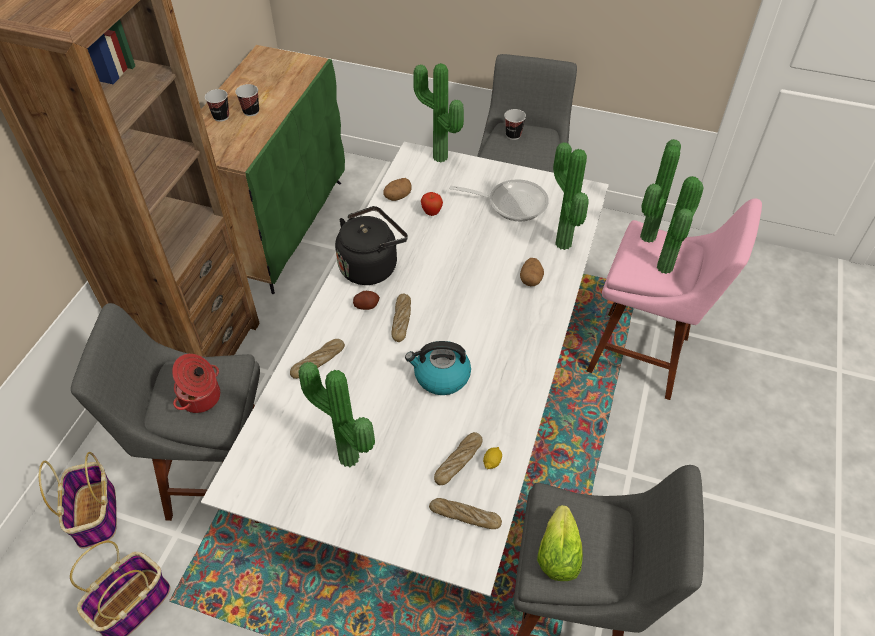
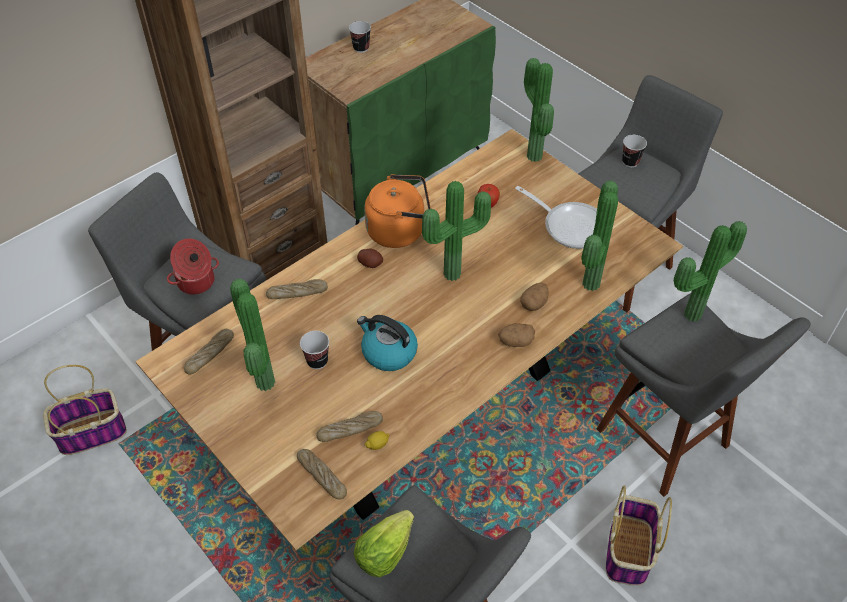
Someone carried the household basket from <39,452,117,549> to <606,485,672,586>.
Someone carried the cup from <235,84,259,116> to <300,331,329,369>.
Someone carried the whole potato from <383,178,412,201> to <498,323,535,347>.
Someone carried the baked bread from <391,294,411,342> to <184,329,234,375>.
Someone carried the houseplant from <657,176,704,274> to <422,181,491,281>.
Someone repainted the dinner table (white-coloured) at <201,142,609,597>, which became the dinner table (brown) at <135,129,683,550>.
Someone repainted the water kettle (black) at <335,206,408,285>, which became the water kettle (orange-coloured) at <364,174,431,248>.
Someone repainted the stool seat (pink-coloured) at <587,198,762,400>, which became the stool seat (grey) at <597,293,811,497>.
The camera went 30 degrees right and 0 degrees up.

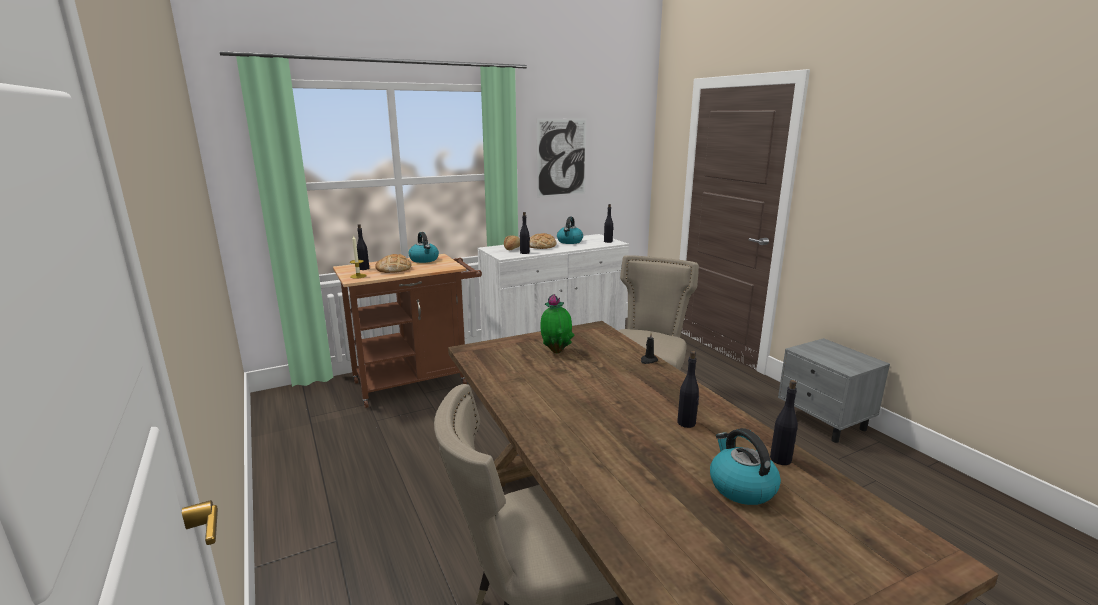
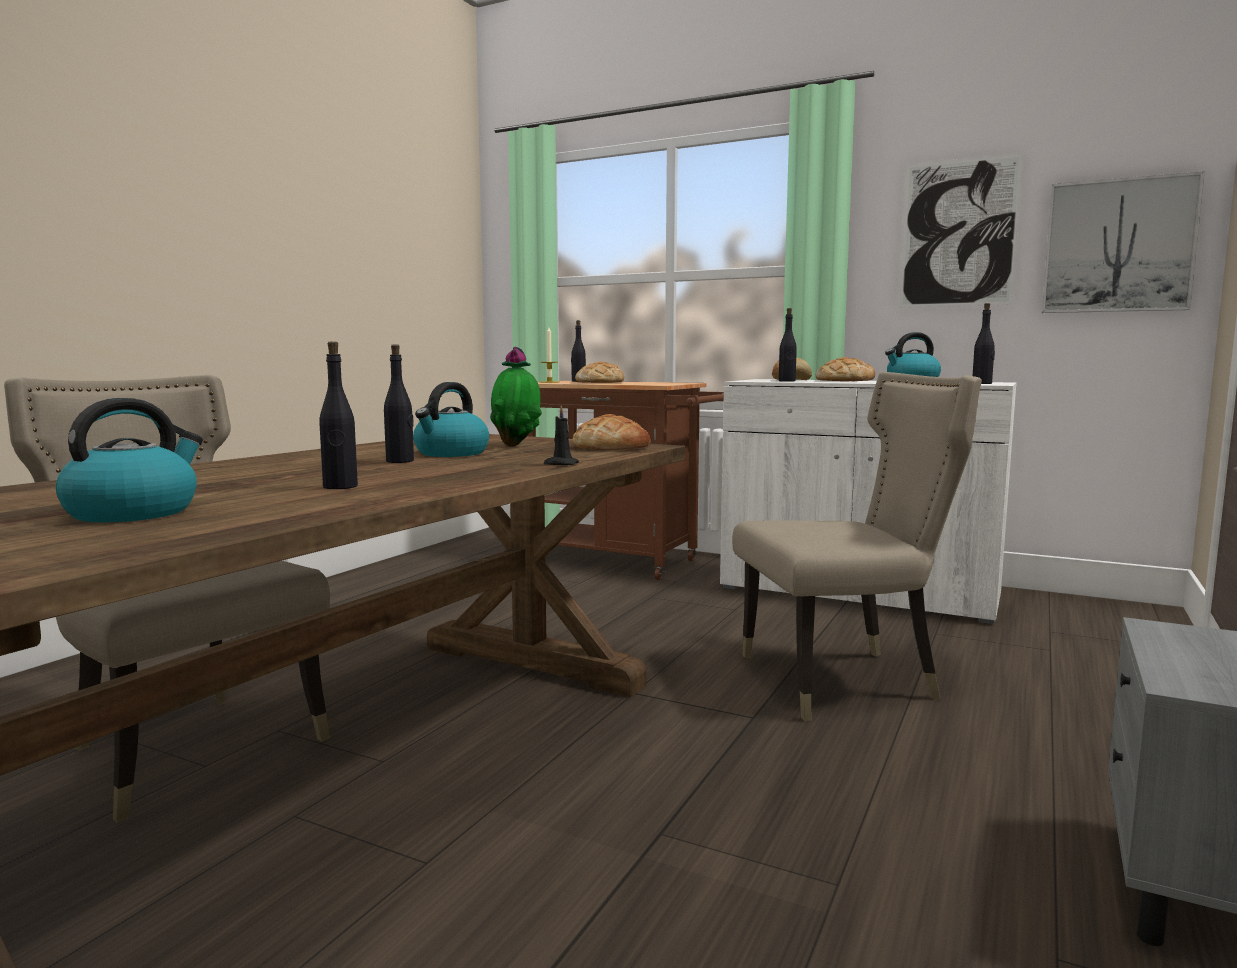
Someone put down the baked bread at <573,414,650,450>.
Someone put up the wall art at <1042,171,1205,313>.
Someone carried the water kettle from <408,232,439,263> to <413,382,489,457>.
Someone carried the drink bottle (black) from <770,380,798,465> to <384,344,414,463>.
The camera went 55 degrees right and 10 degrees down.

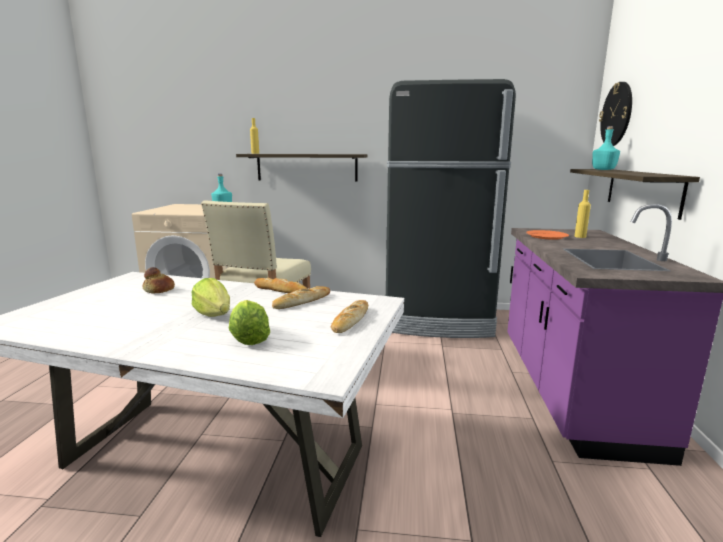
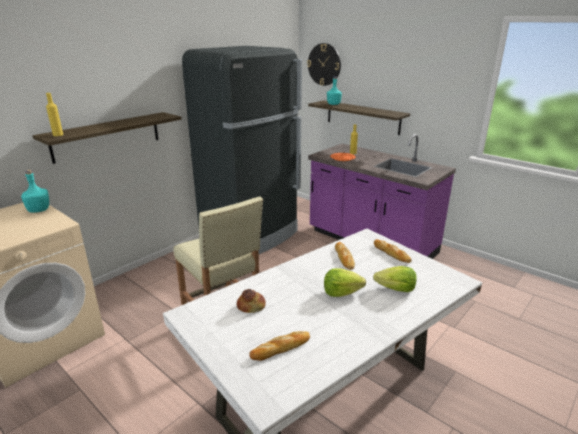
Someone carried the baked bread from <254,277,307,293> to <249,331,310,361>.
The camera went 55 degrees left and 10 degrees up.

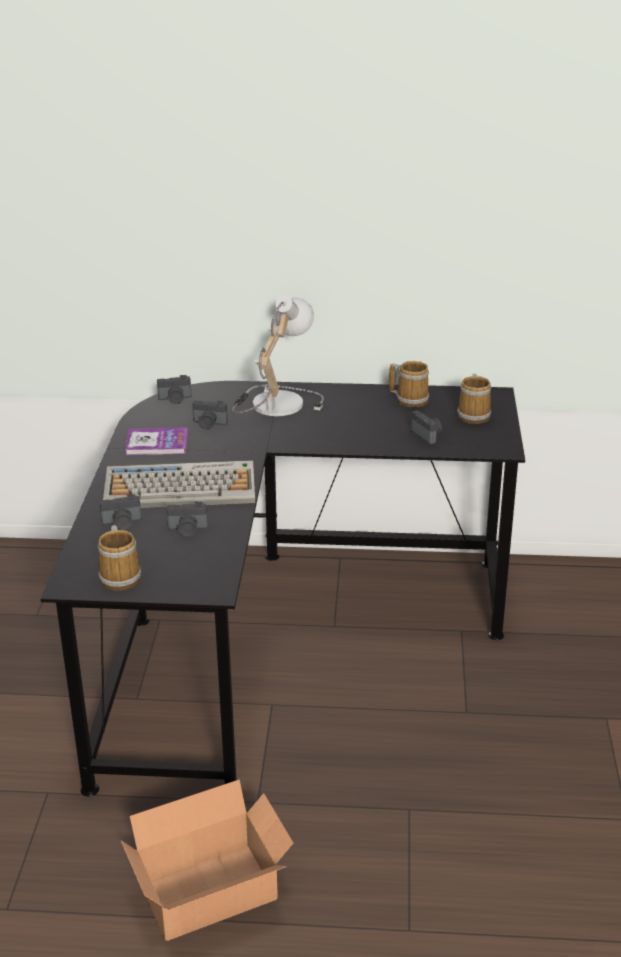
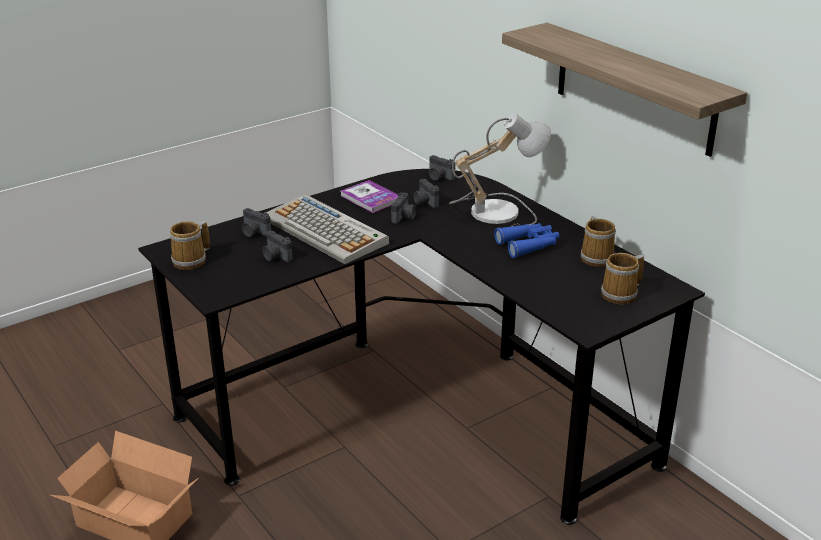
Someone put down the pair of binoculars (blue) at <494,223,560,258>.
Someone put up the bracket shelf at <502,23,747,157>.
Someone carried the still camera from <411,410,442,445> to <391,192,416,224>.
The camera went 50 degrees right and 0 degrees up.

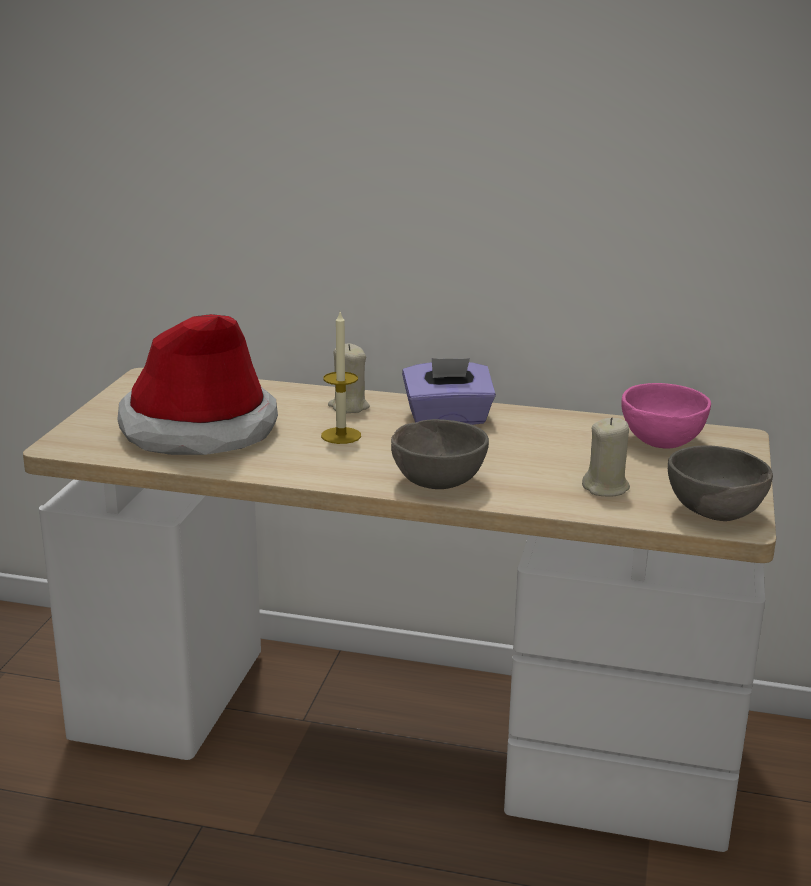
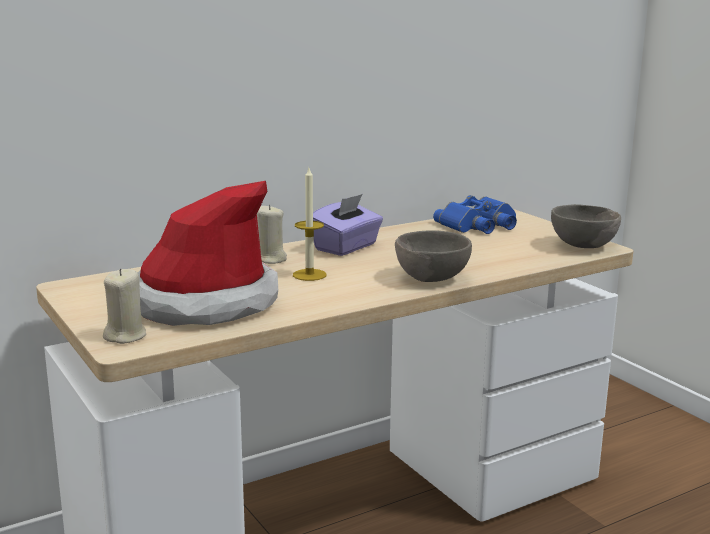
Someone carried the wax candle (beige-coloured) from <582,417,630,497> to <103,269,146,344>.
Someone swapped the bowl (pink-coloured) at <622,383,711,449> for the pair of binoculars (blue) at <433,195,517,234>.
The camera went 45 degrees left and 5 degrees down.

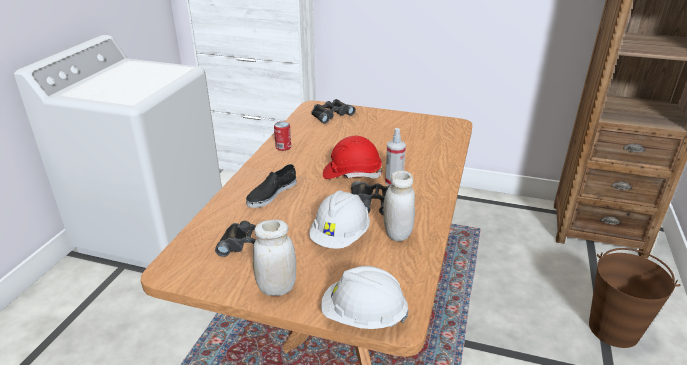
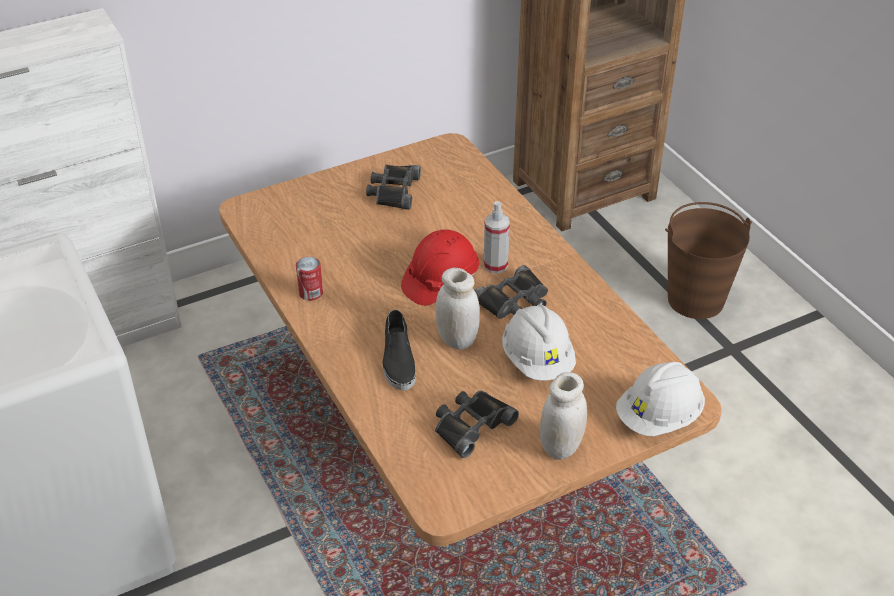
Someone carried the pair of binoculars (black) from <311,99,356,124> to <366,165,421,210>.
Someone carried the jar (white-coloured) from <383,170,415,241> to <436,268,480,350>.
The camera went 45 degrees left and 10 degrees up.

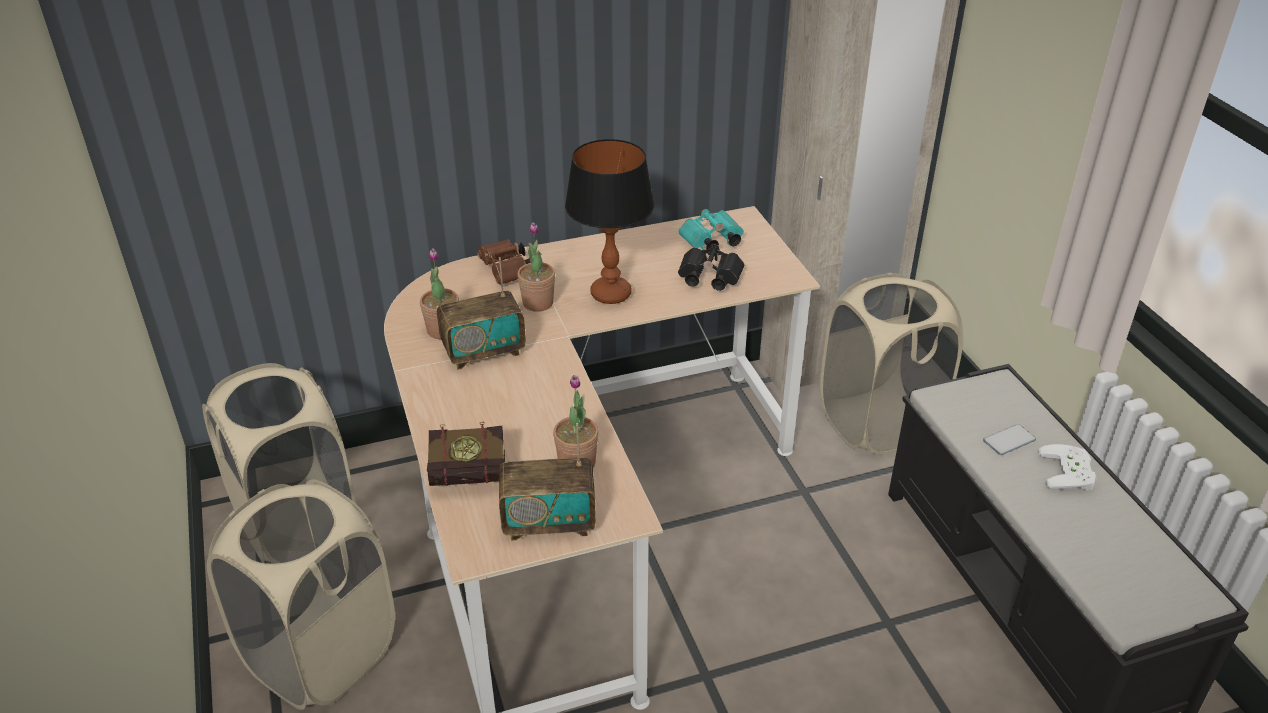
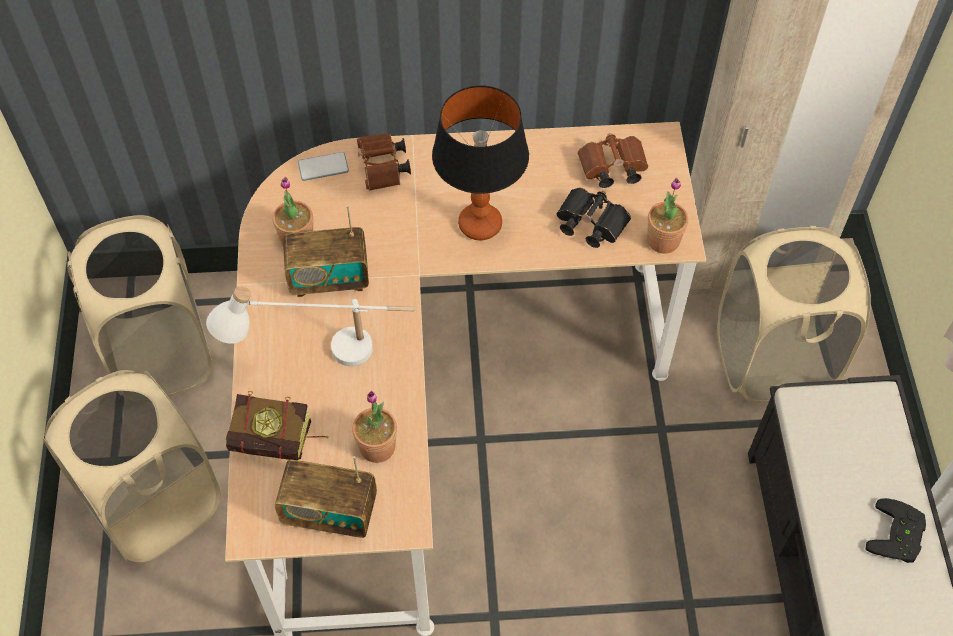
Someone put down the table lamp (white-coloured) at <206,286,415,366>.
Someone carried the houseplant from <517,222,555,312> to <647,178,688,253>.
Someone carried the phone from <983,424,1036,455> to <298,152,349,181>.
Someone repainted the pair of binoculars (turquoise) at <679,209,744,250>, which became the pair of binoculars (brown) at <577,133,648,188>.
Someone repainted the joypad (white-coloured) at <1038,444,1096,491>, which became the joypad (black) at <866,498,926,563>.
The camera went 15 degrees right and 20 degrees up.

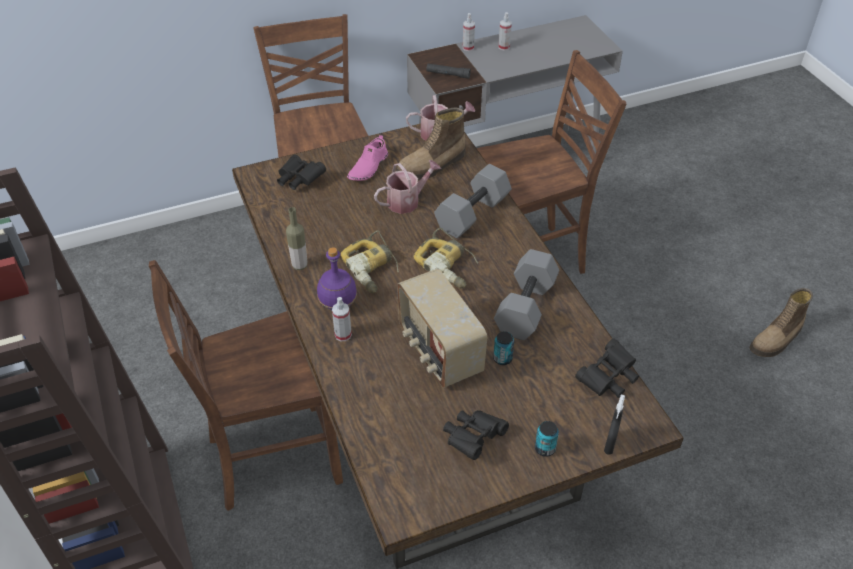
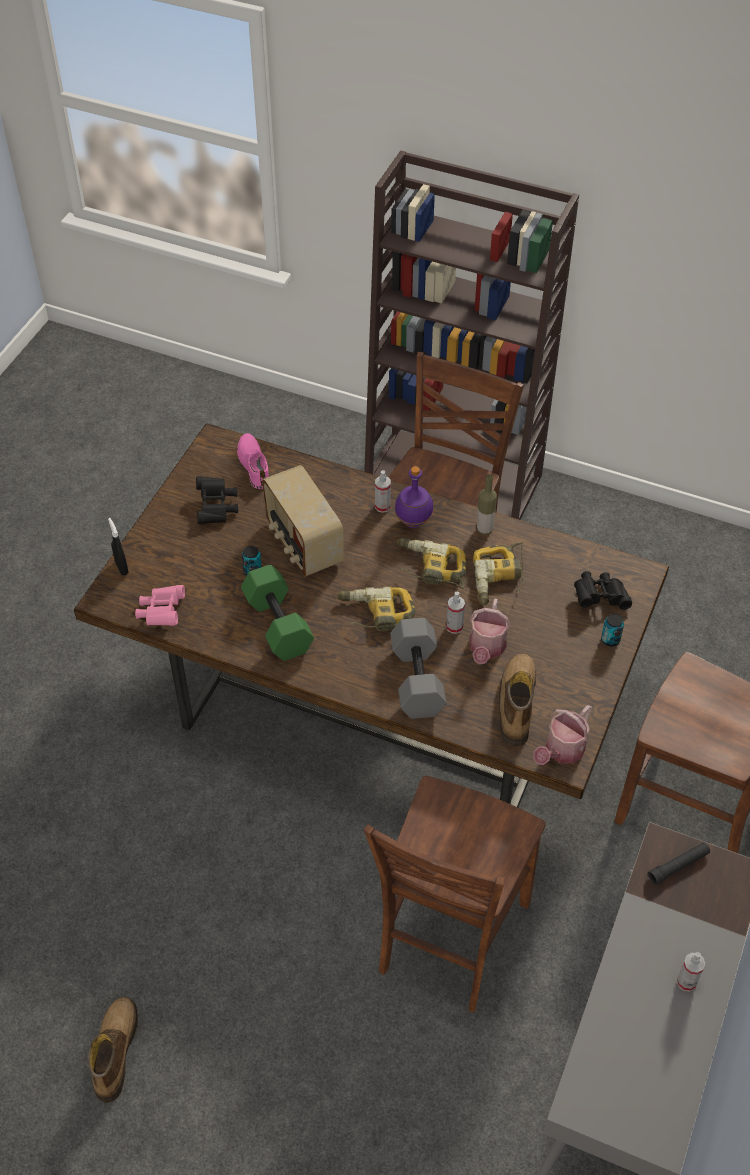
Someone put down the drill at <473,542,524,605>.
Someone carried the item of footwear (pink-coloured) from <347,134,388,181> to <237,433,269,489>.
Someone carried the sprayer from <463,13,475,51> to <446,592,465,634>.
Someone carried the can from <535,421,559,457> to <601,614,624,646>.
Someone repainted the free weight (grey) at <494,249,559,340>, which became the free weight (green-coloured) at <241,565,314,661>.
Someone repainted the pair of binoculars (black) at <575,338,639,398>, which became the pair of binoculars (pink-coloured) at <135,585,185,626>.
Someone rotated the radio receiver at <397,269,487,388> by 135 degrees counterclockwise.
The camera went 135 degrees right and 5 degrees up.

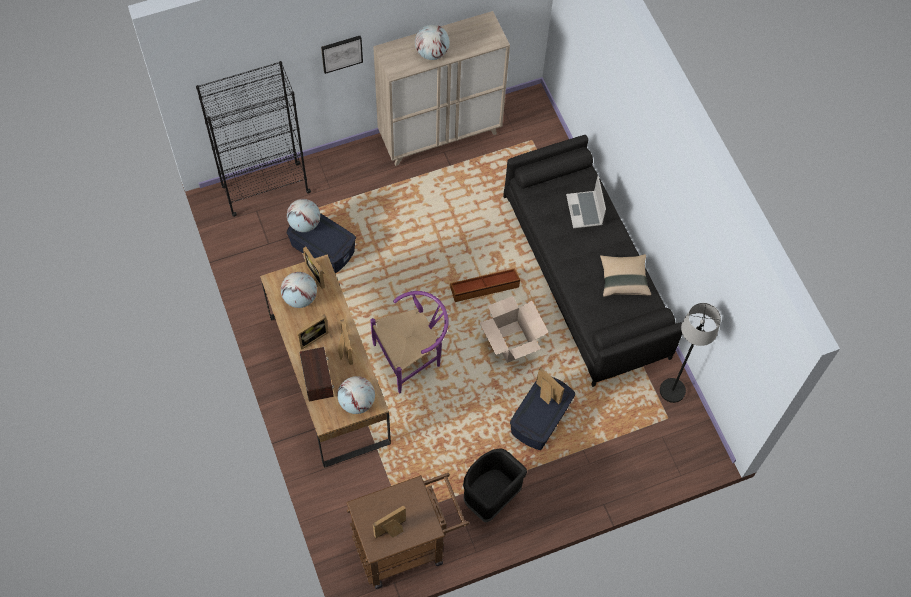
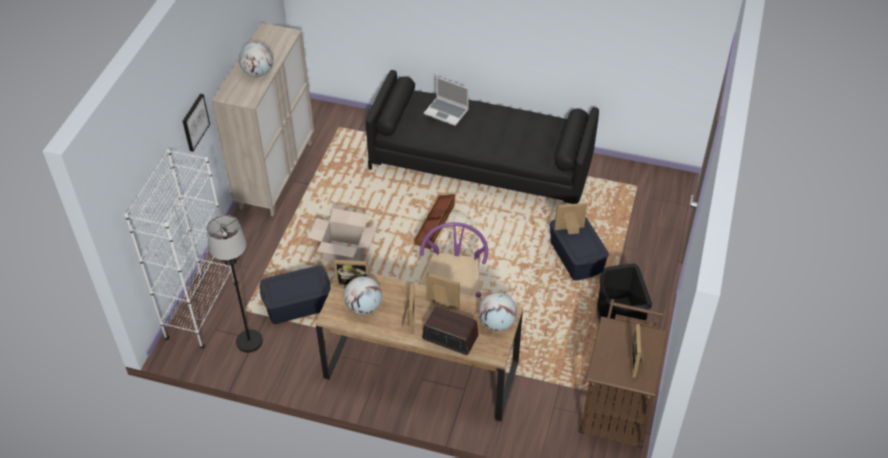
Someone took away the world globe at <287,199,320,232>.
Someone took away the cushion (beige-coloured) at <600,254,651,297>.
Someone carried the packing box from <480,296,549,363> to <308,208,377,263>.
Someone carried the floor lamp (black) from <660,303,721,403> to <207,215,263,352>.
Someone repainted the bookcase (black) at <196,61,311,217>, which became the bookcase (white-coloured) at <125,149,238,349>.
The camera went 50 degrees left and 15 degrees down.

